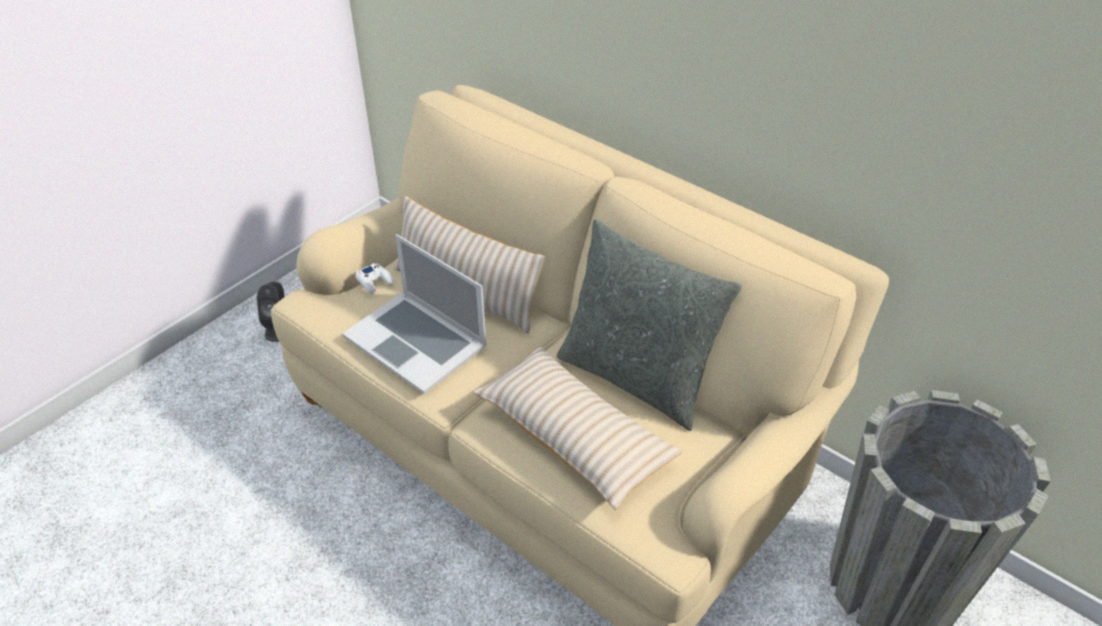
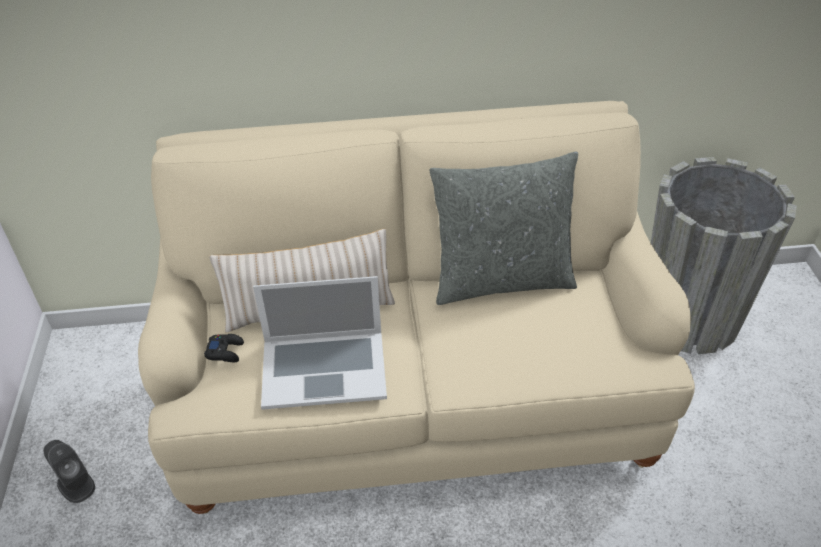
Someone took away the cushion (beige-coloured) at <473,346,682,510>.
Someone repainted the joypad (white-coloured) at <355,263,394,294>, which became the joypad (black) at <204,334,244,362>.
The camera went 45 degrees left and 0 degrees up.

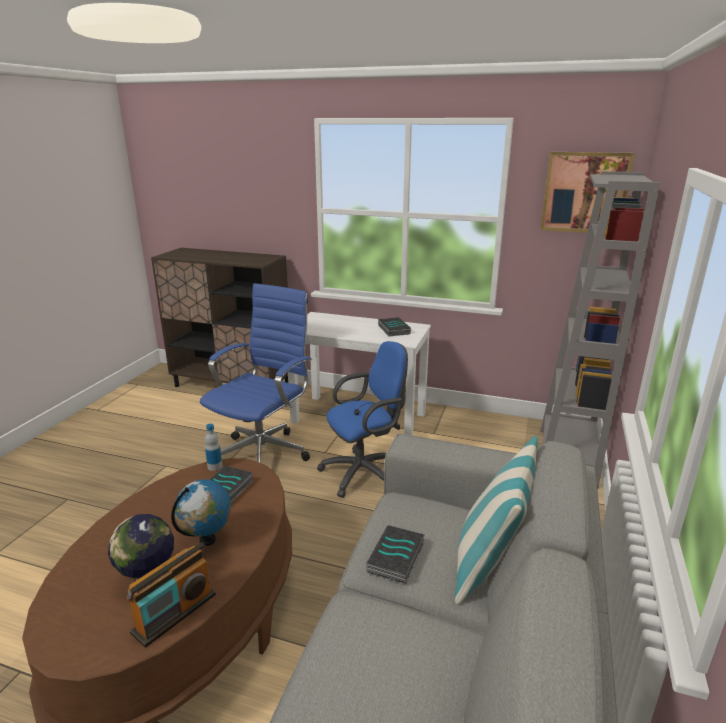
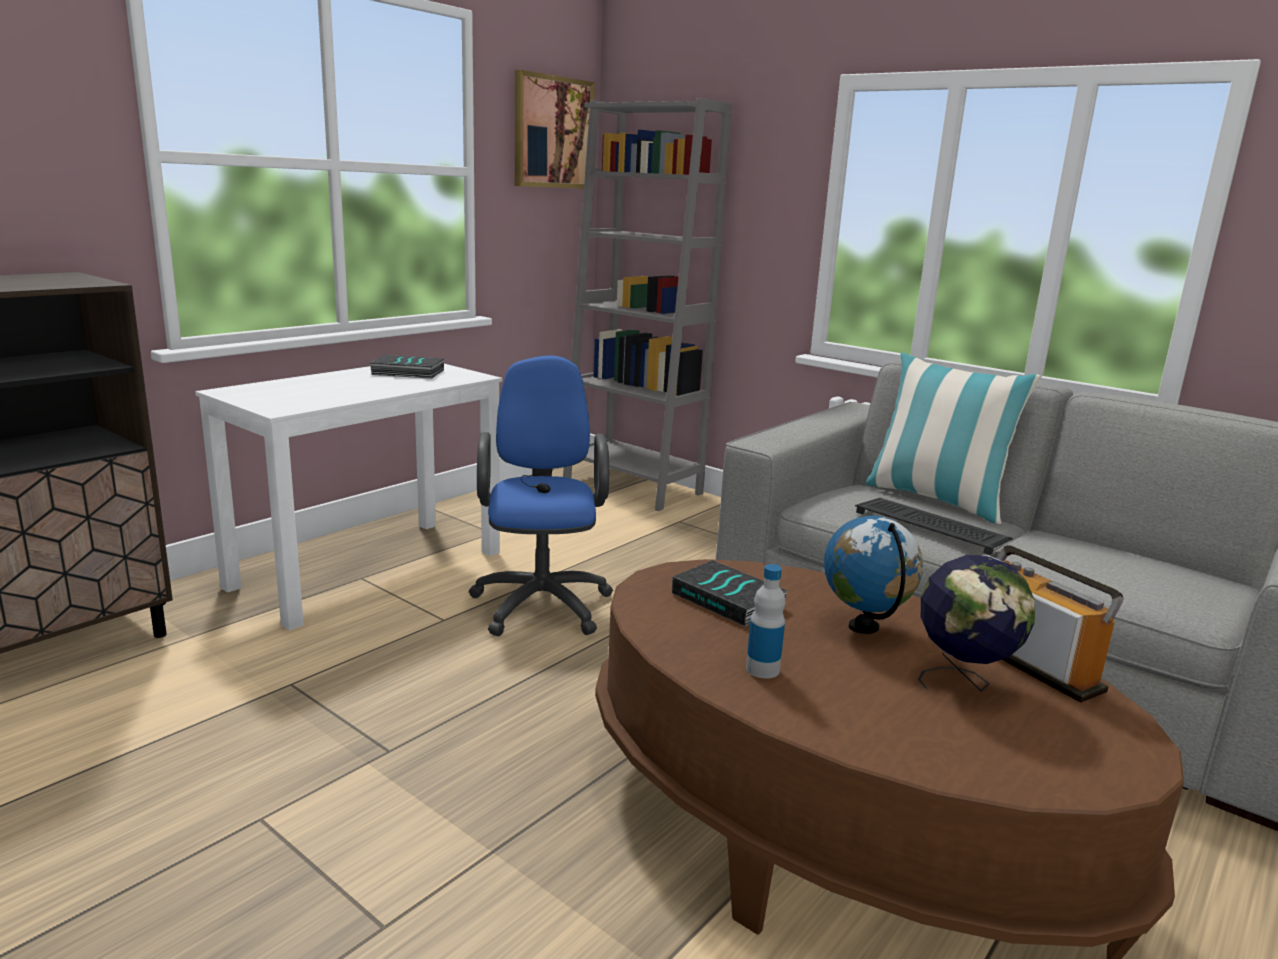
Someone took away the computer chair (blue) at <200,283,312,463>.
Someone carried the drink bottle from <205,424,222,471> to <746,564,785,678>.
Someone swapped the volume at <366,525,424,584> for the computer keyboard at <855,498,1013,555>.
The camera went 70 degrees left and 5 degrees down.

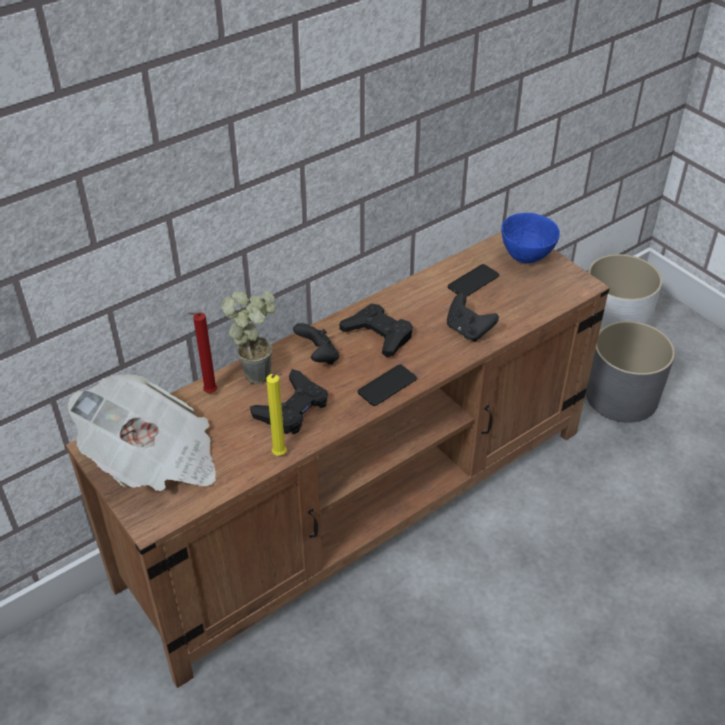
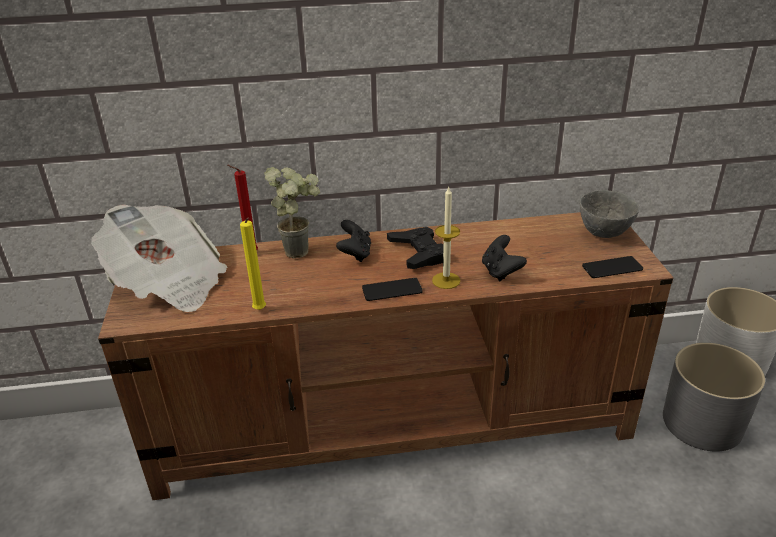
Someone took away the joypad (black) at <250,369,328,434>.
Someone put down the wax candle at <432,187,461,289>.
Someone carried the phone from <448,264,499,297> to <582,256,643,278>.
Someone repainted the bowl (blue) at <501,213,560,263>, which became the bowl (grey) at <580,190,639,238>.
The camera went 30 degrees right and 10 degrees down.

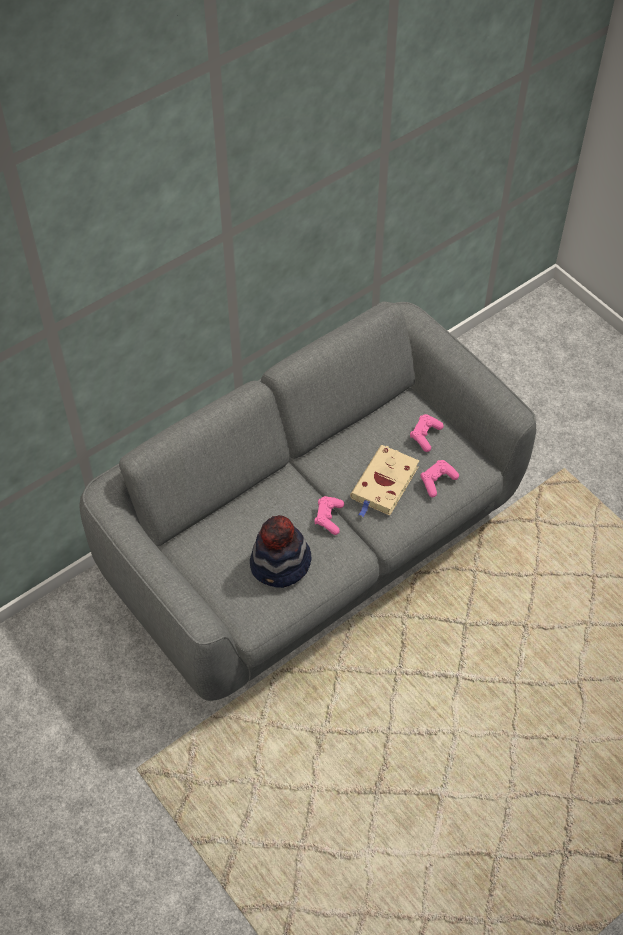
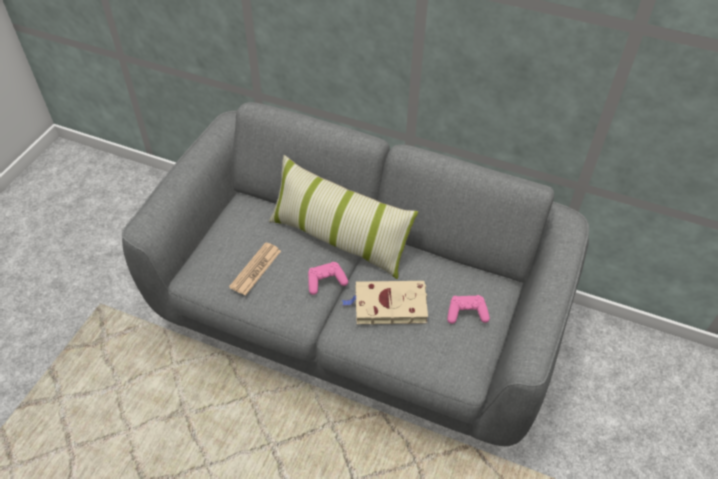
Someone took away the joypad (pink-coloured) at <421,460,459,497>.
Someone put down the cushion at <269,155,418,279>.
Someone swapped the clothing hat at <250,515,312,588> for the daily paper at <229,242,281,296>.
The camera went 60 degrees right and 5 degrees down.

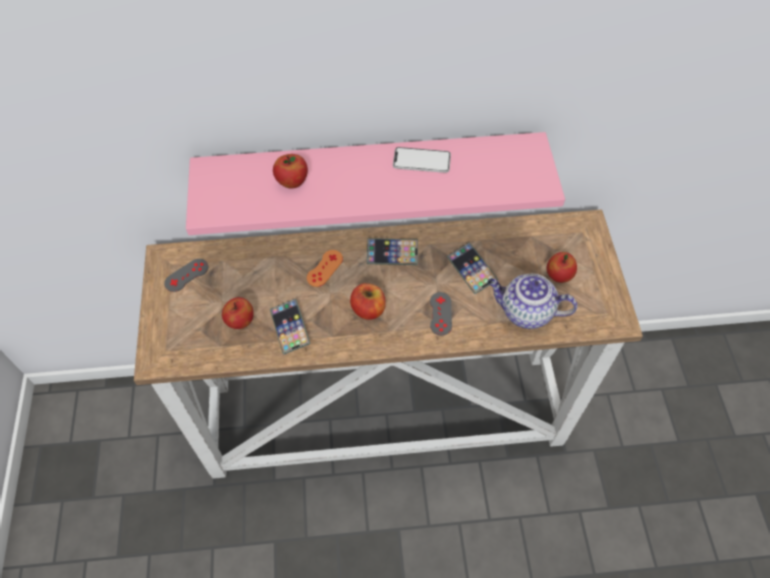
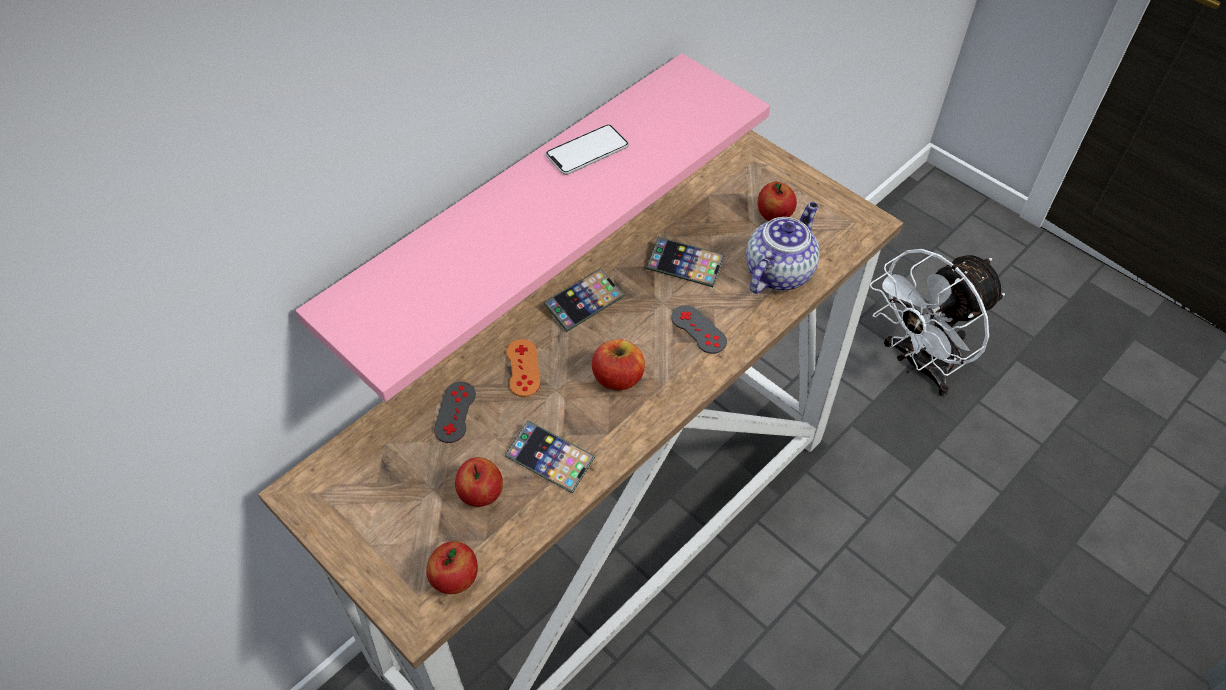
Someone put down the electric fan (white-coloured) at <870,249,1005,396>.
Someone carried the joypad (grey) from <164,259,208,292> to <434,382,476,443>.
Someone carried the apple from <273,154,308,189> to <426,541,478,594>.
Someone rotated the tea pot at <487,274,578,329> by 150 degrees clockwise.
The camera went 40 degrees left and 5 degrees down.

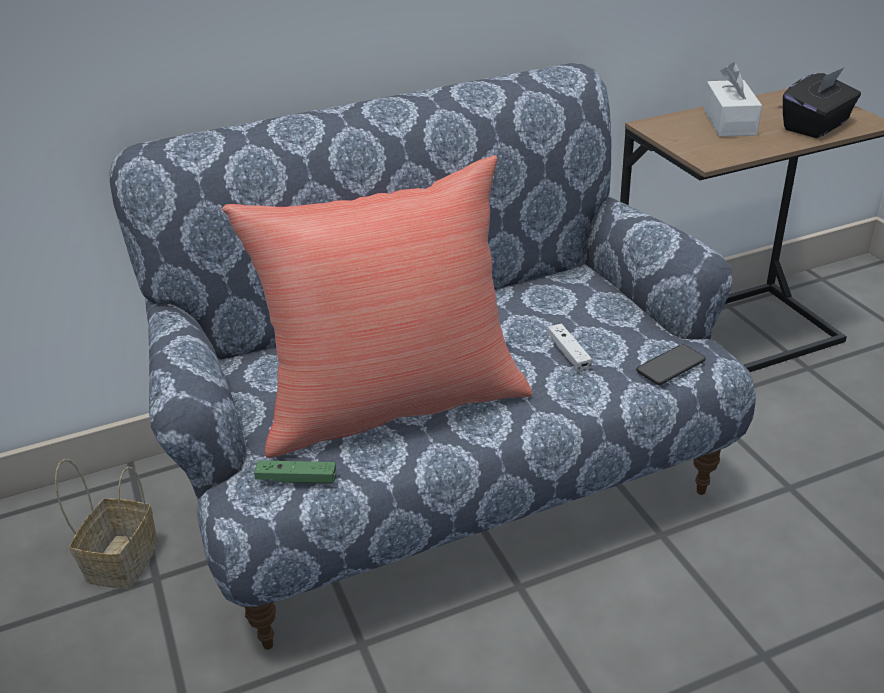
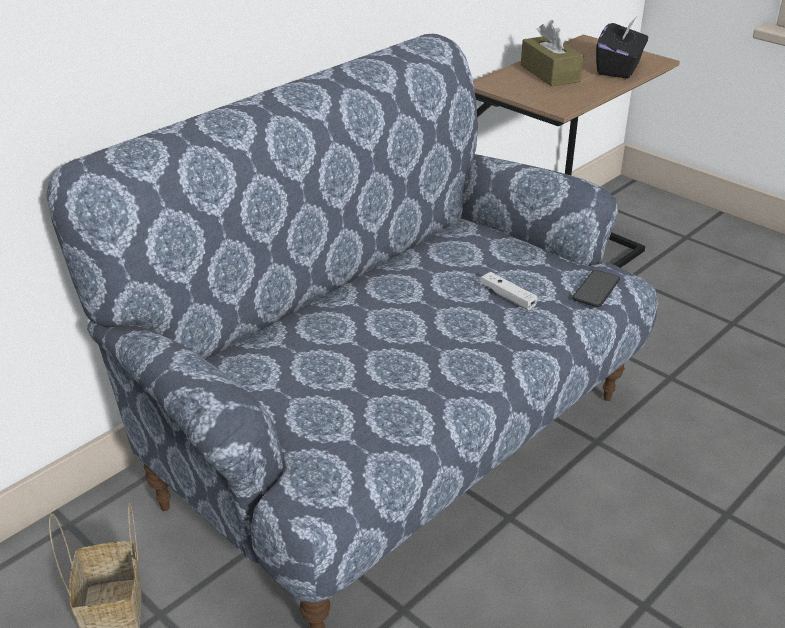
Someone took away the cushion (red) at <222,155,532,458>.
Someone took away the joypad (green-coloured) at <254,461,336,483>.
Someone repainted the tissue box (white-coloured) at <704,62,762,137>, which became the tissue box (brown) at <521,20,583,87>.
The camera went 25 degrees left and 0 degrees up.

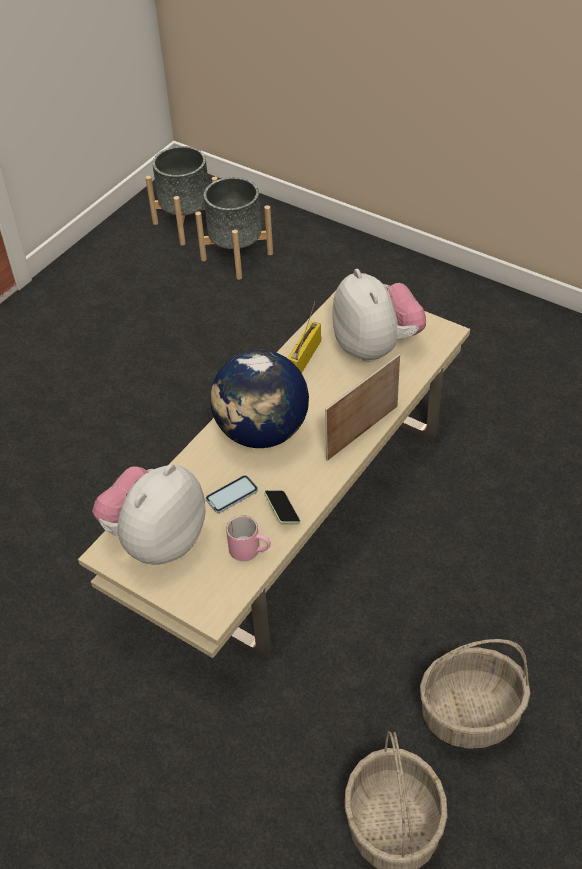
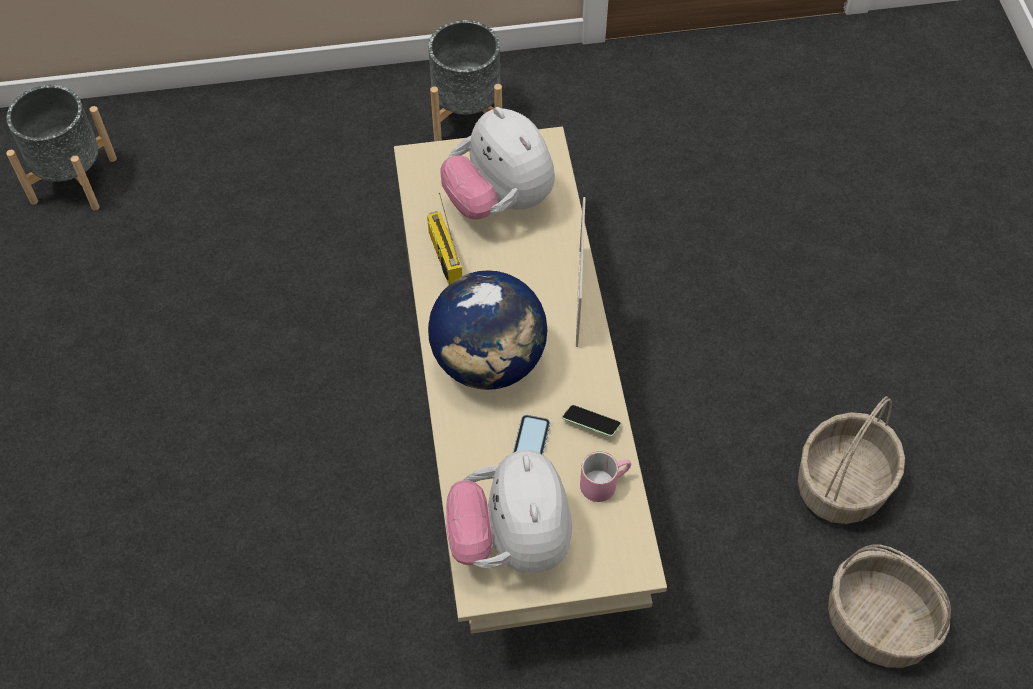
Someone carried the flower pot (grey) from <195,177,273,280> to <428,20,502,141>.
Someone rotated the cuddly toy at <332,269,426,362> by 150 degrees counterclockwise.
The camera went 45 degrees left and 10 degrees up.

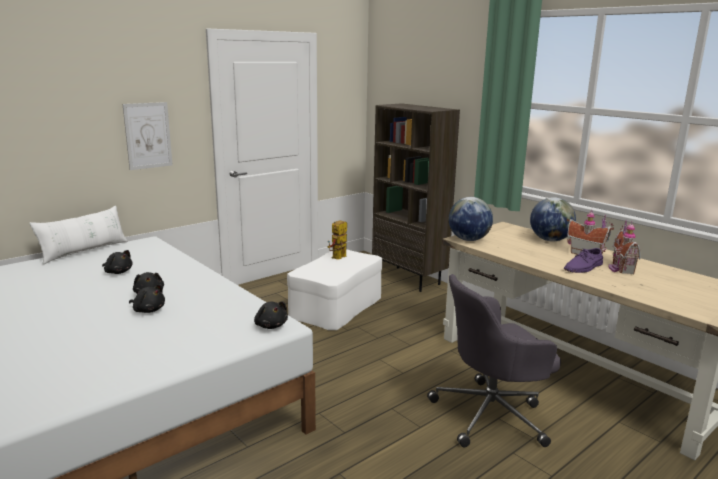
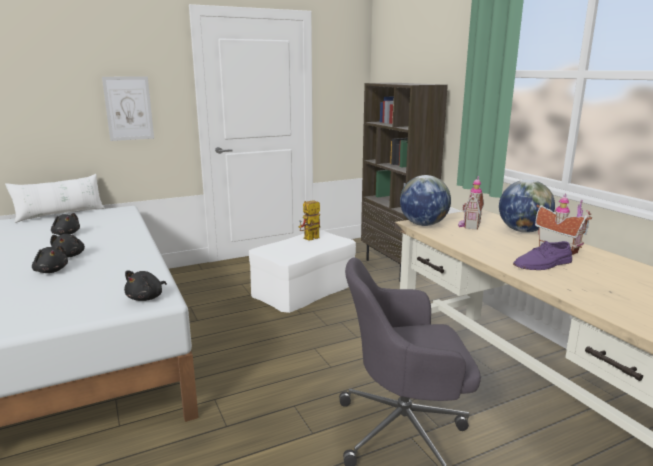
Someone carried the toy house from <609,220,641,274> to <458,176,484,230>.
Someone rotated the cuddly toy (black) at <254,301,288,329> by 45 degrees clockwise.
The camera went 15 degrees right and 0 degrees up.

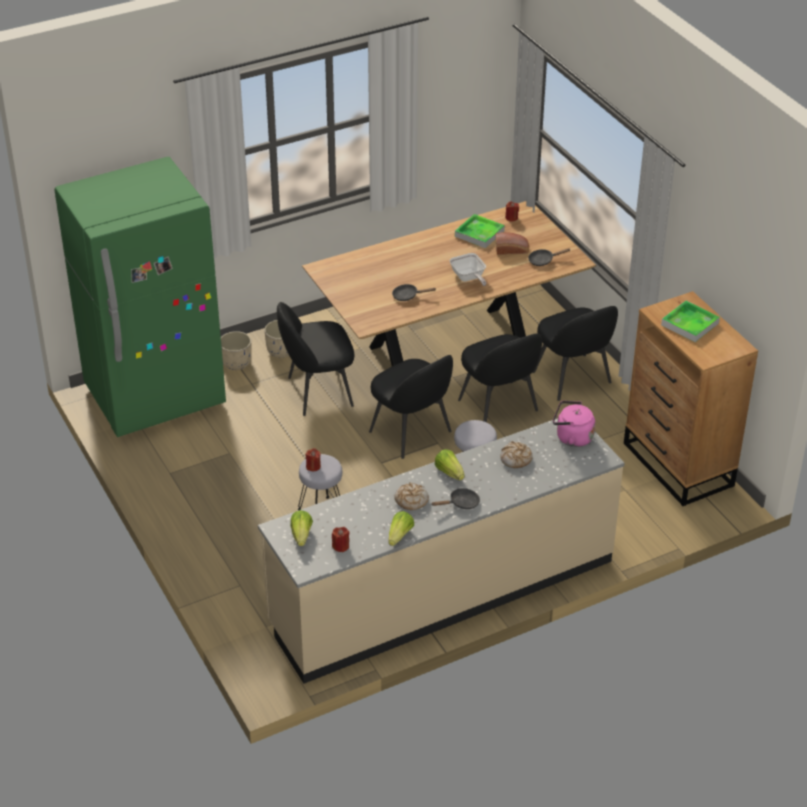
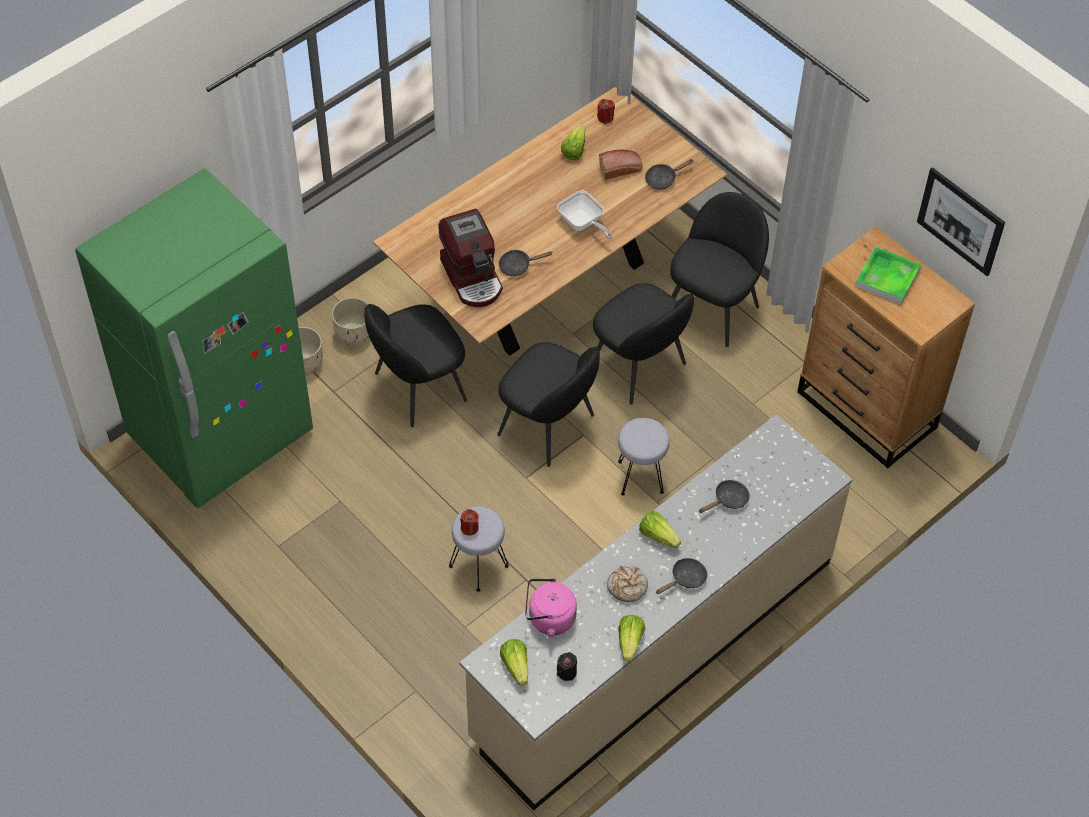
Someone put down the coffee brewer at <438,209,503,307>.
Someone put up the wall art at <917,167,1005,276>.
Someone carried the water kettle (pink-coloured) from <553,401,595,447> to <525,578,577,637>.
Someone swapped the carrying tray at <455,214,505,248> for the head of lettuce at <561,125,585,160>.
Someone swapped the baked bread at <500,441,533,468> for the pan (black) at <699,480,750,513>.
Someone repainted the wax candle (red) at <332,527,349,552>, which became the wax candle (black) at <557,652,577,681>.
Someone rotated the plain chair (black) at <533,306,618,401> by 105 degrees counterclockwise.
The camera went 15 degrees left and 15 degrees up.

